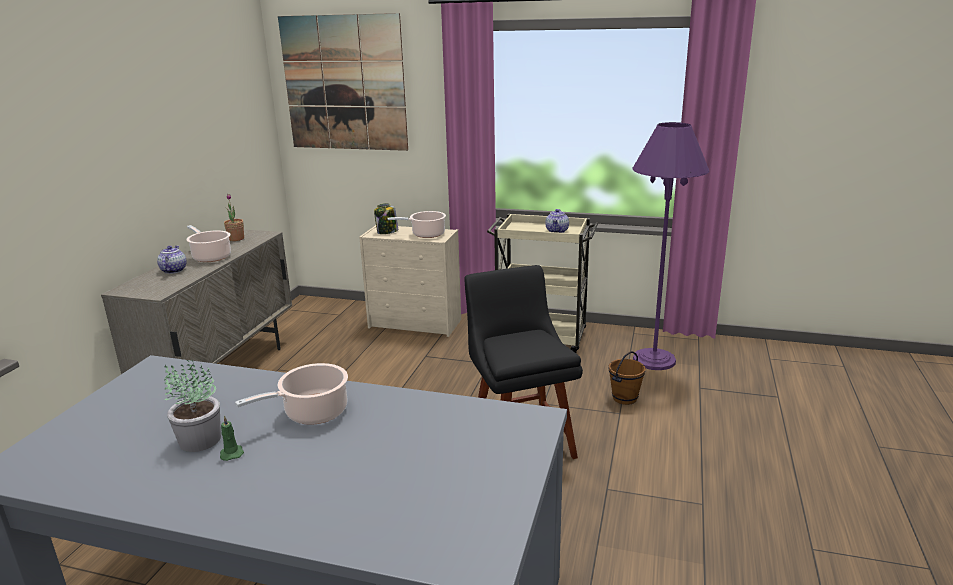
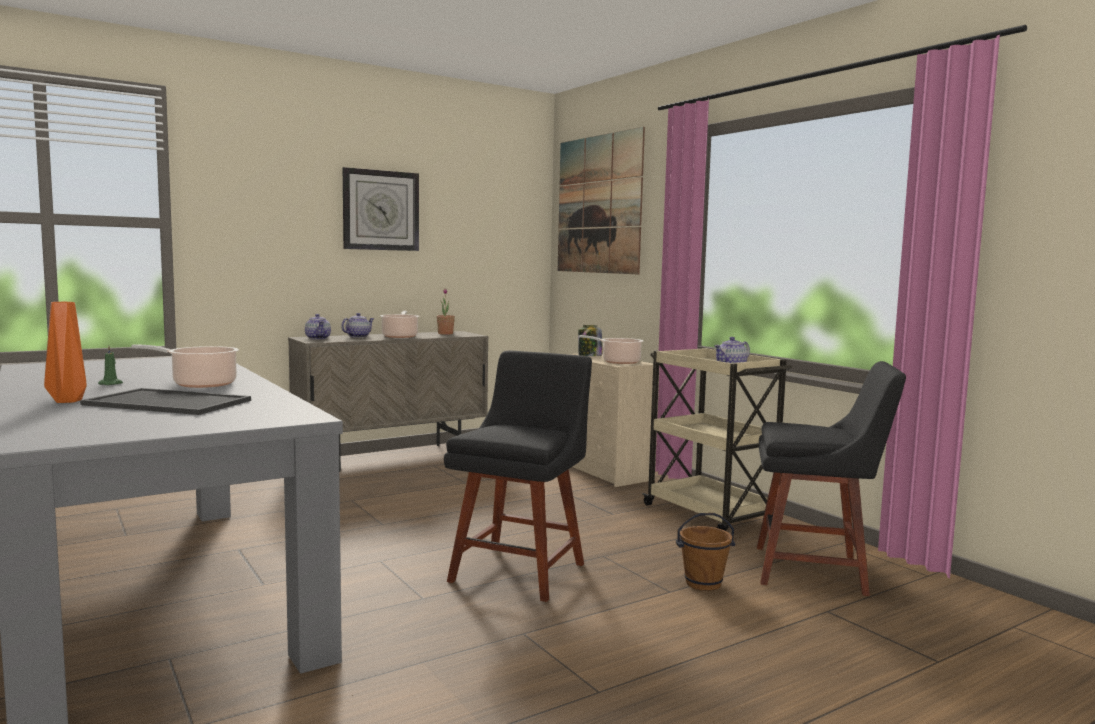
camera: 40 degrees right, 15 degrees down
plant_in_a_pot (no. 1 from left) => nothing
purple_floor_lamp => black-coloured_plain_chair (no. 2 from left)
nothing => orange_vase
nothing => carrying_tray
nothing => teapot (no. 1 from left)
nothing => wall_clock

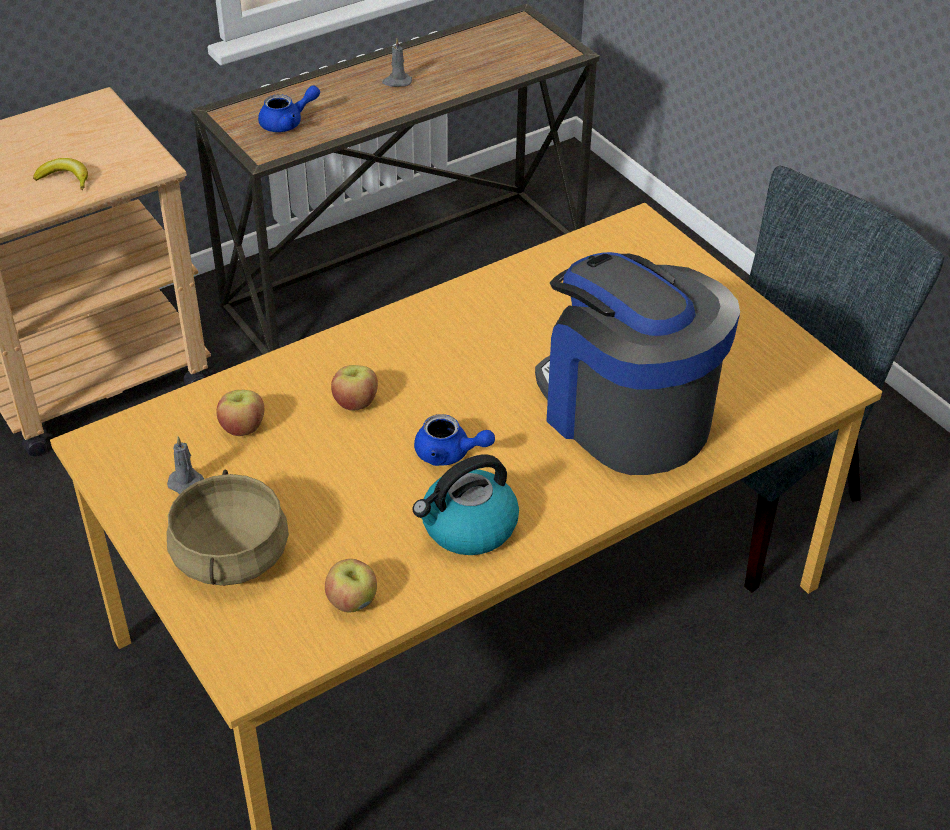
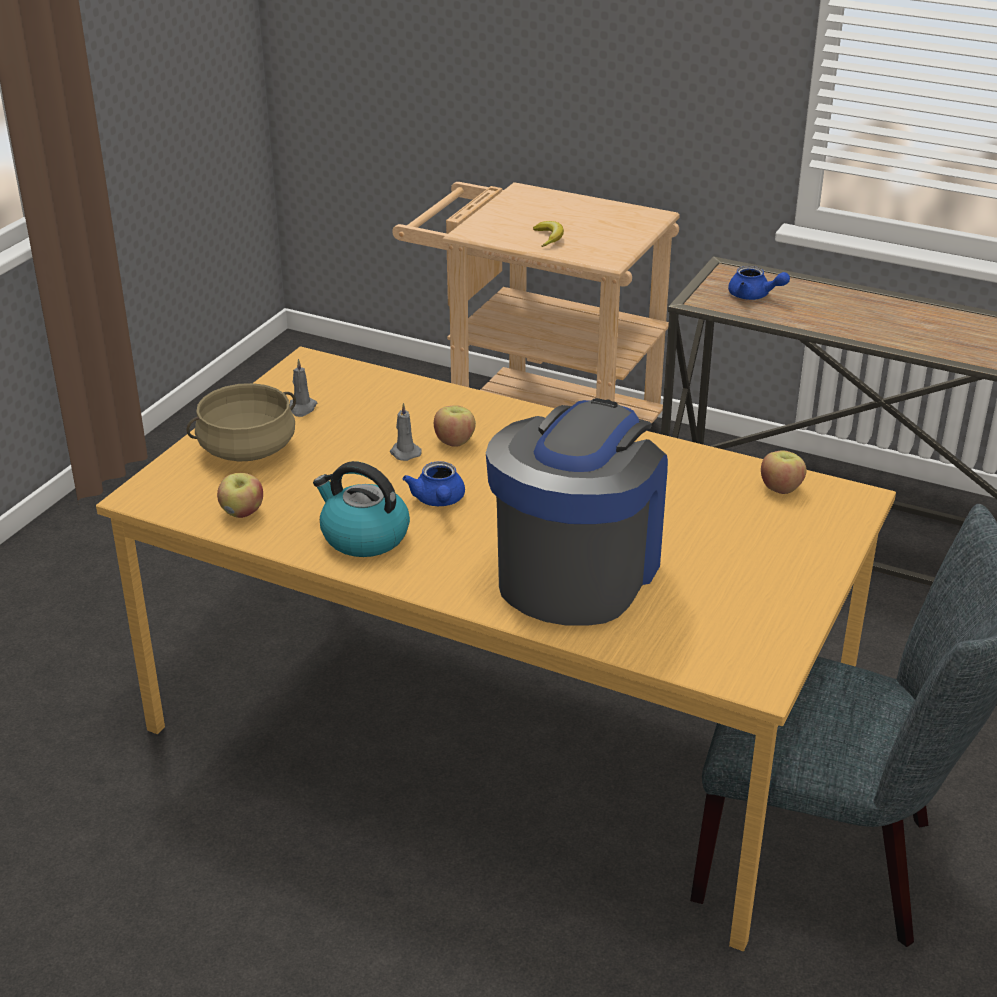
camera: 60 degrees right, 10 degrees down
whole_apple (no. 1 from left in the first image) => whole_apple (no. 3 from left), shifted
greyish_candle (no. 2 from left), shifted

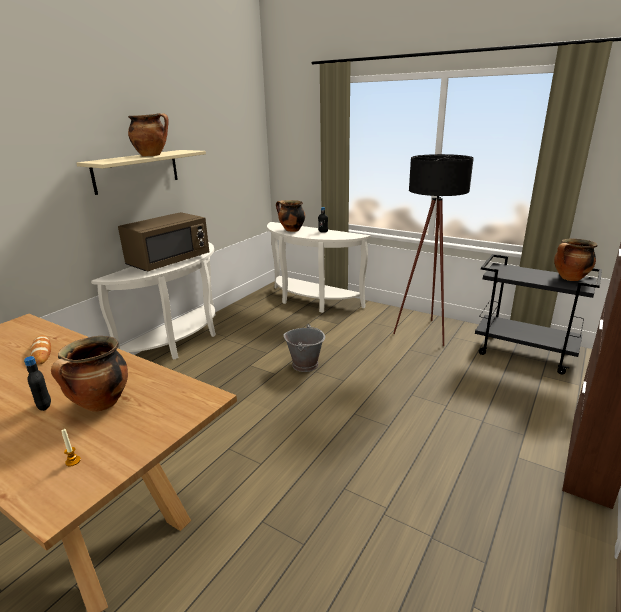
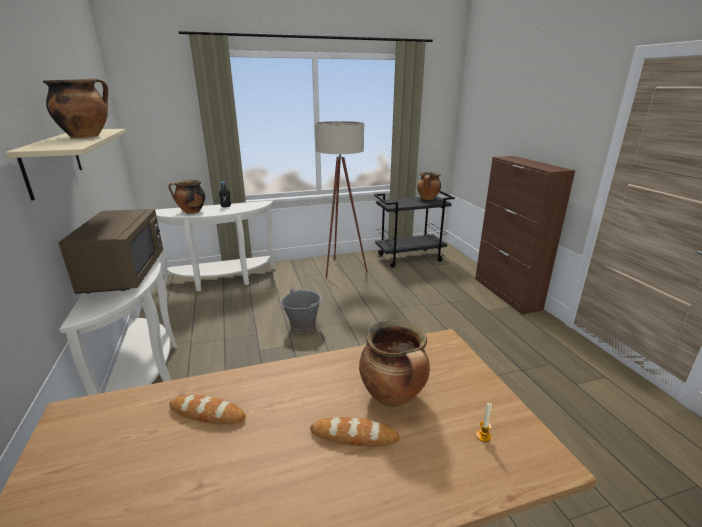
camera: 50 degrees left, 0 degrees up
black-coloured_drink_bottle (no. 1 from left) => bread (no. 2 from left)
black-coloured_floor_lamp => beige_floor_lamp

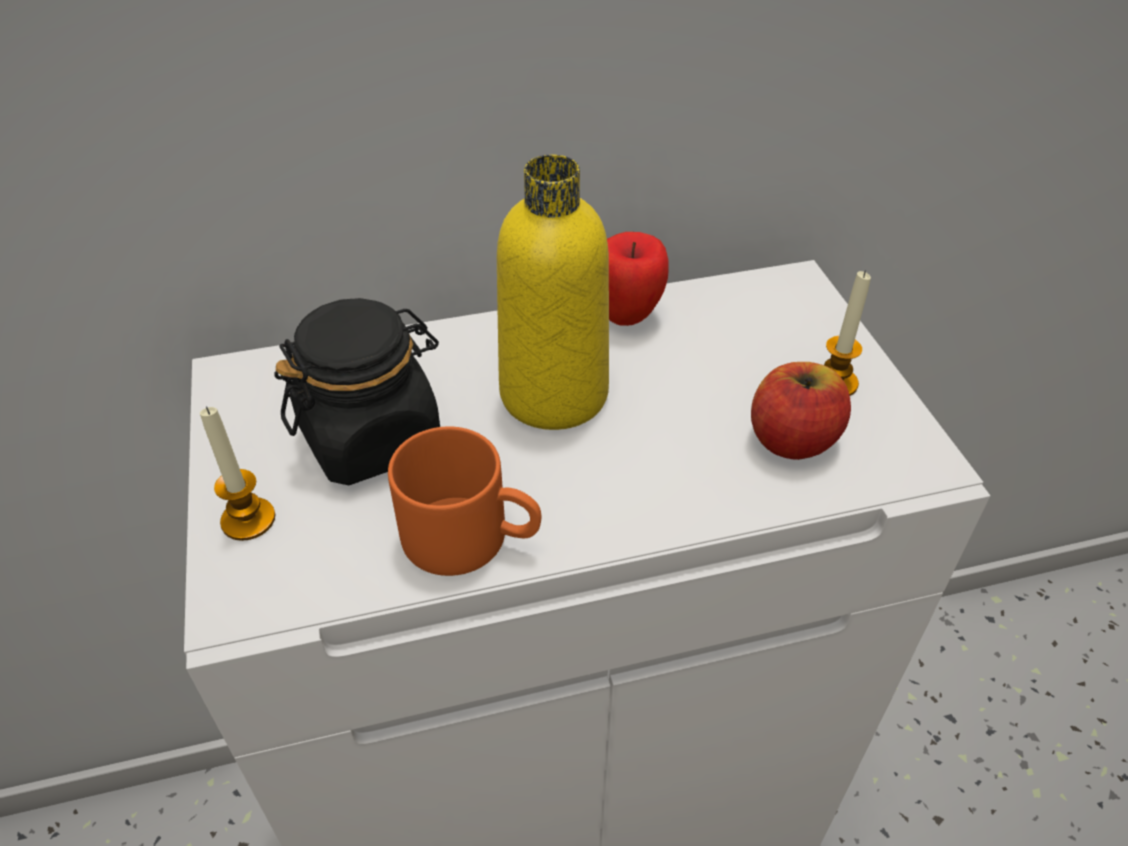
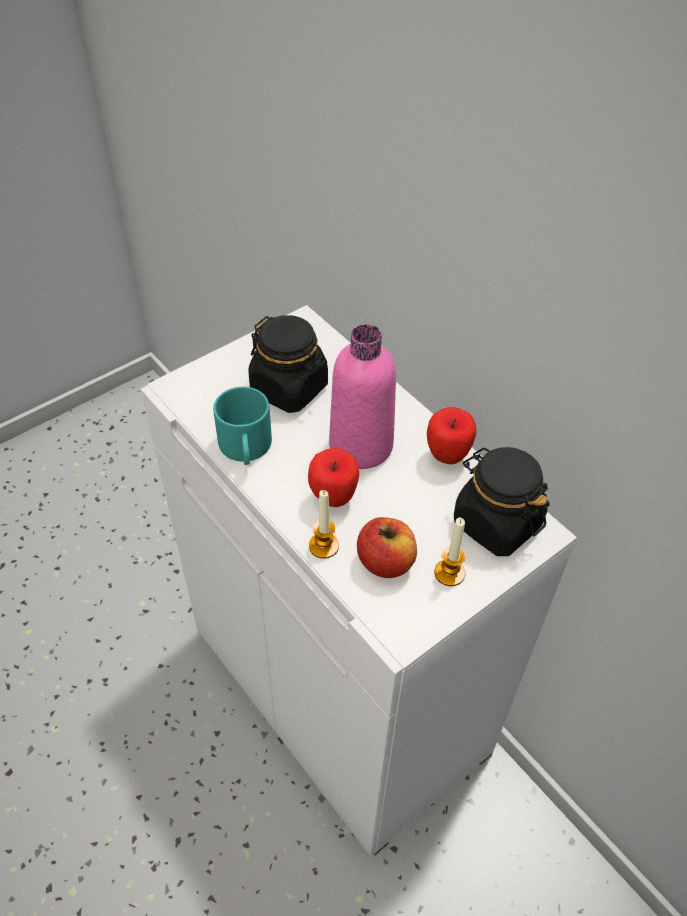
camera: 65 degrees right, 5 degrees up
candle (no. 1 from left), shifted
orange_mug => turquoise-coloured_mug
yellow_drink_bottle => pinkish_drink_bottle
nothing => whole_apple (no. 1 from left)
nothing => black-coloured_storage_jar (no. 2 from left)

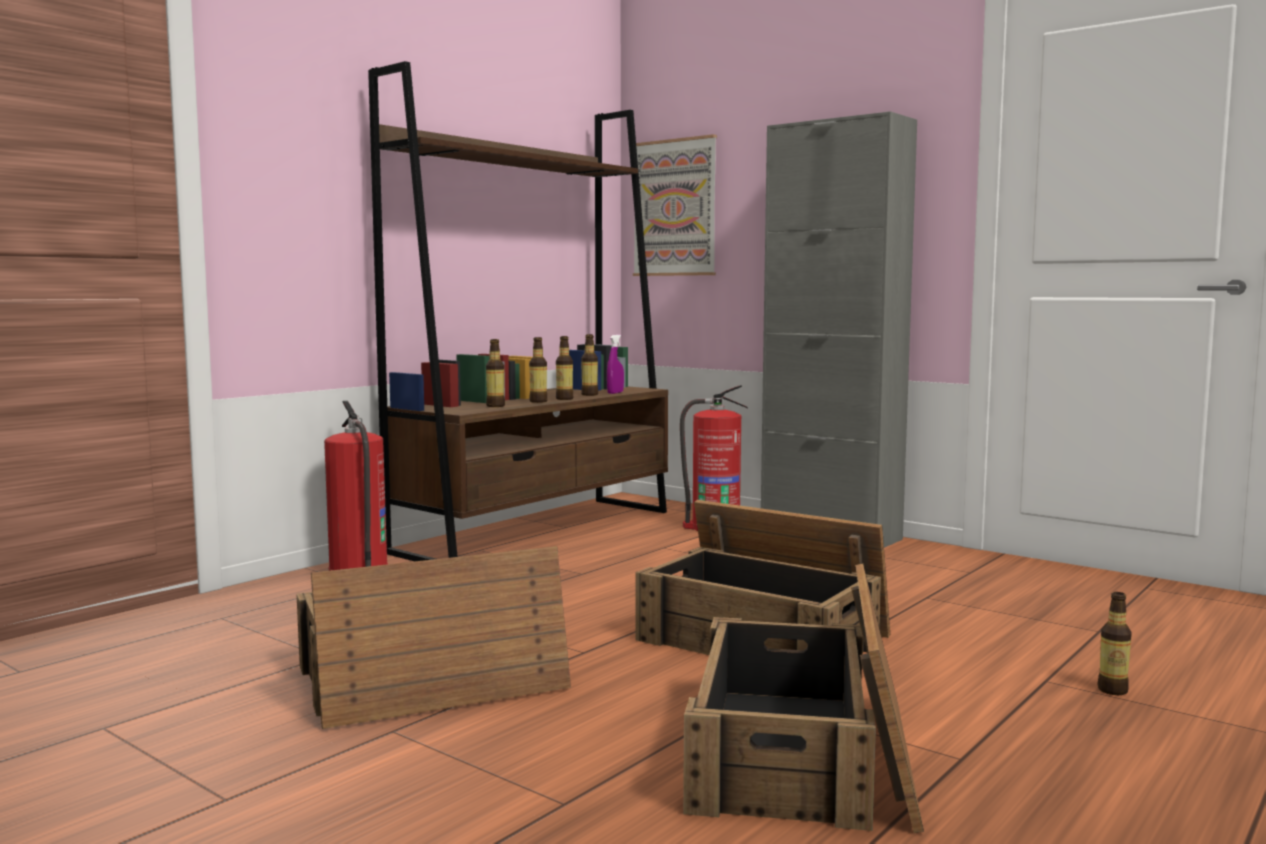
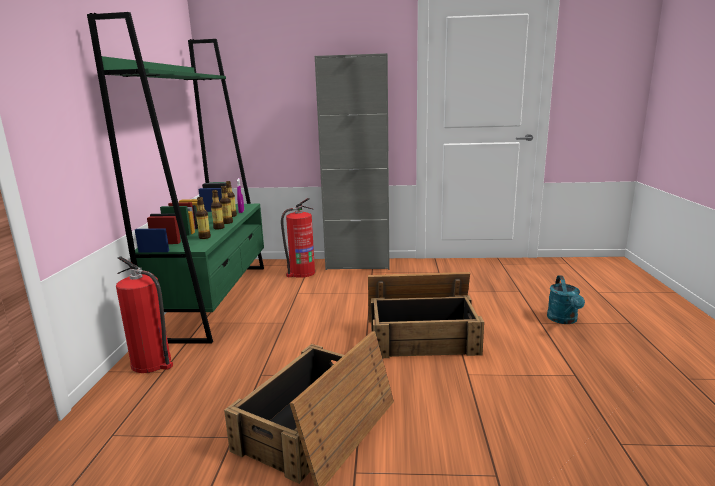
camera: 35 degrees left, 10 degrees up
brownish_bookcase => greenish_bookcase
wall_art => nothing
packing_crate (no. 3 from left) => nothing
drink_bottle (no. 5 from left) => turquoise-coloured_watering_pot

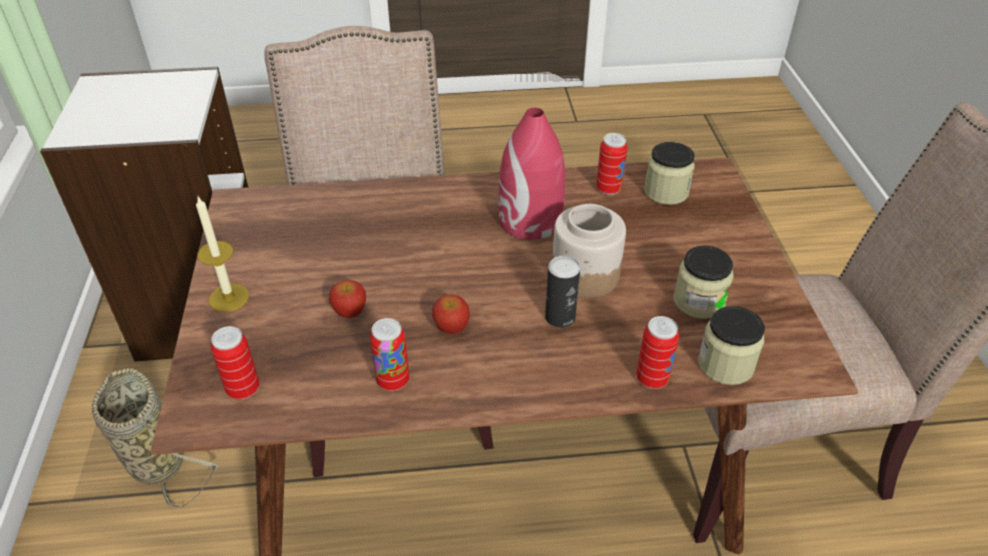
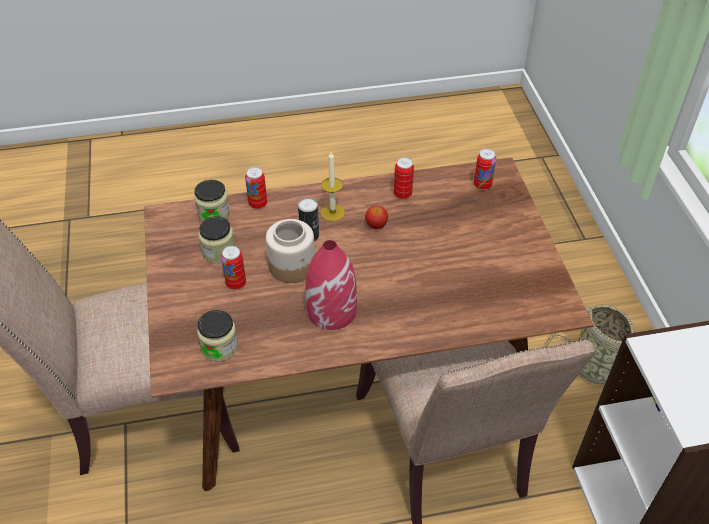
camera: 175 degrees right, 5 degrees up
candle, shifted
whole_apple (no. 1 from left) => nothing
can (no. 4 from left in the first image) => can (no. 1 from left), shifted

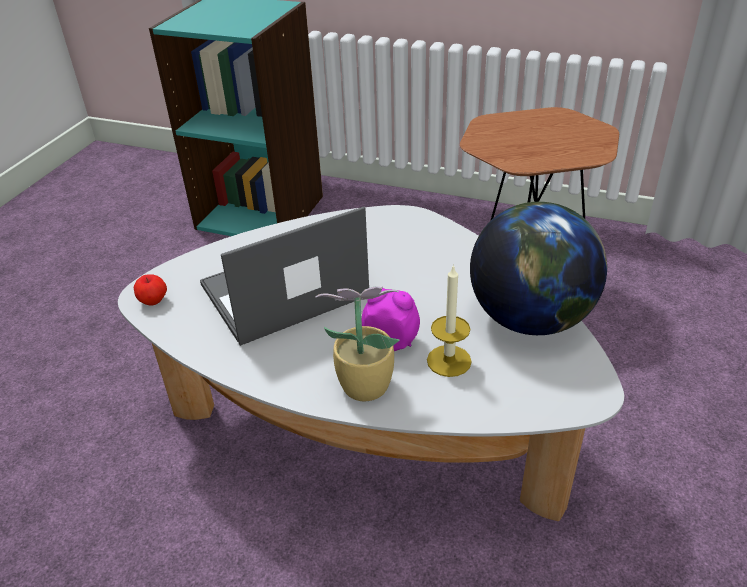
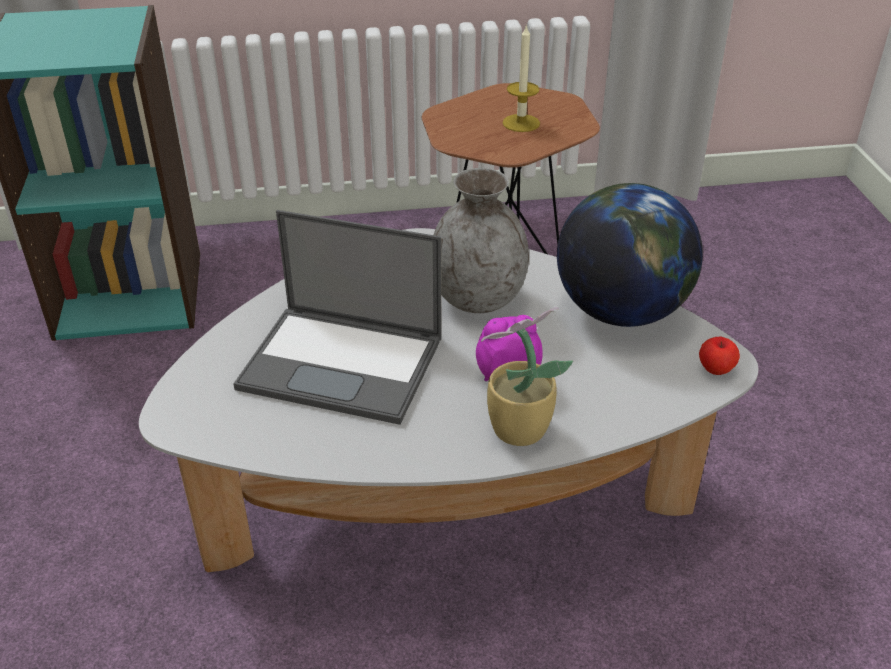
camera: 30 degrees left, 0 degrees up
whole_apple, shifted
notebook_computer, 105 degrees counterclockwise
candle, shifted
nothing => greyish_vase

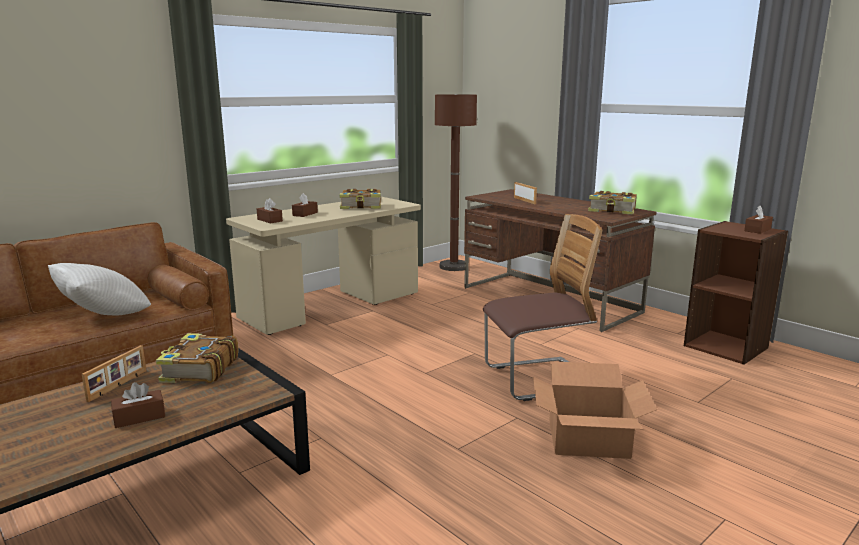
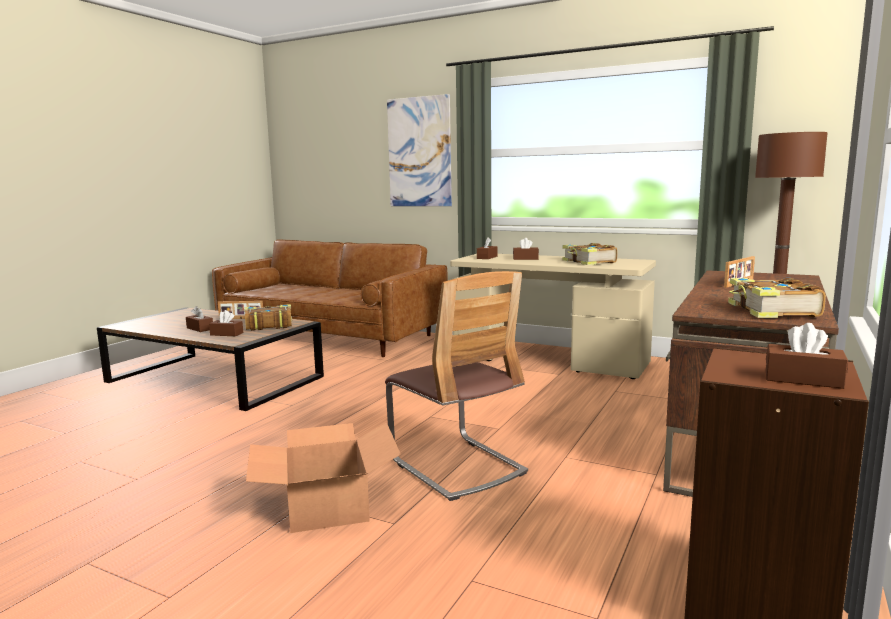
camera: 70 degrees right, 5 degrees down
white-coloured_throw_pillow => nothing
nothing => brownish_tissue_box (no. 2 from left)
nothing => wall_art

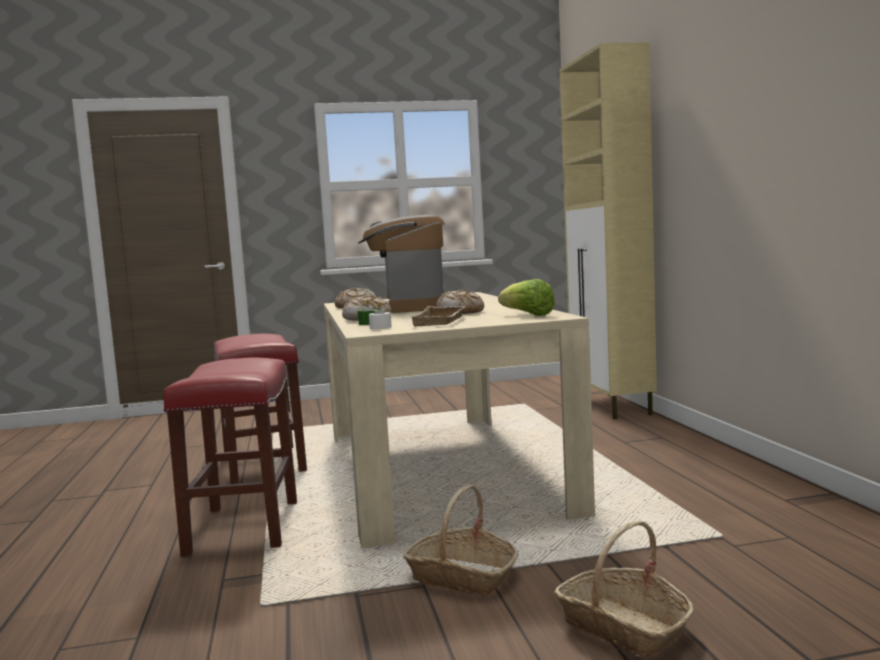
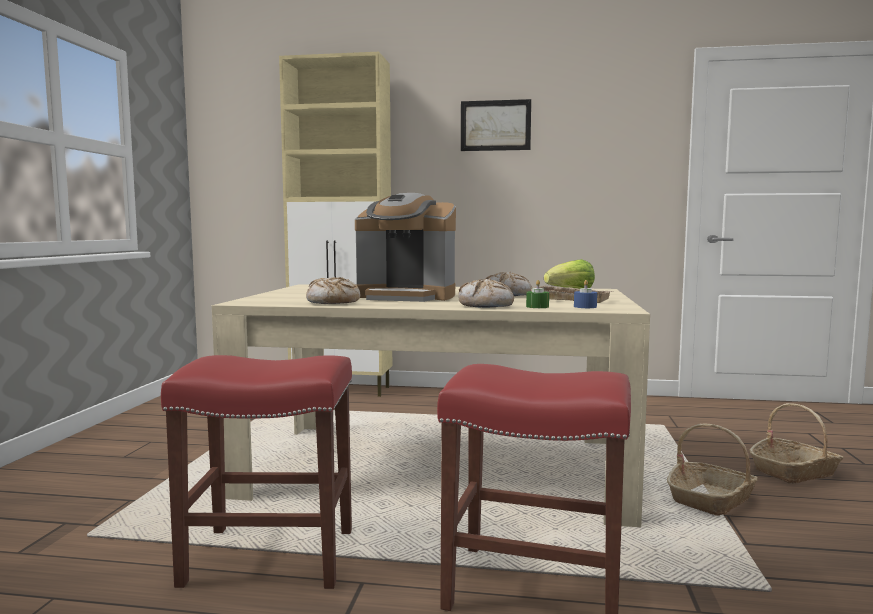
camera: 70 degrees left, 0 degrees up
white-coloured_candle => blue_candle
nothing => wall_art

